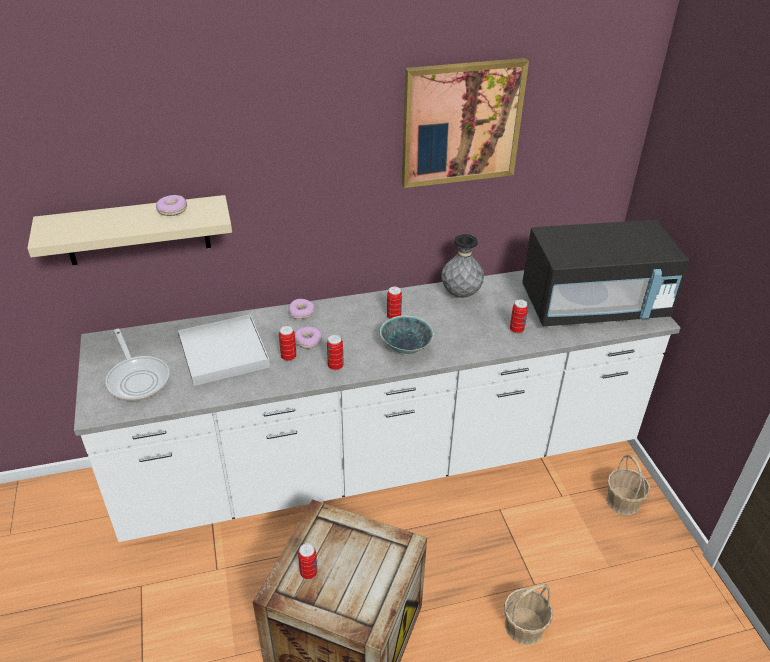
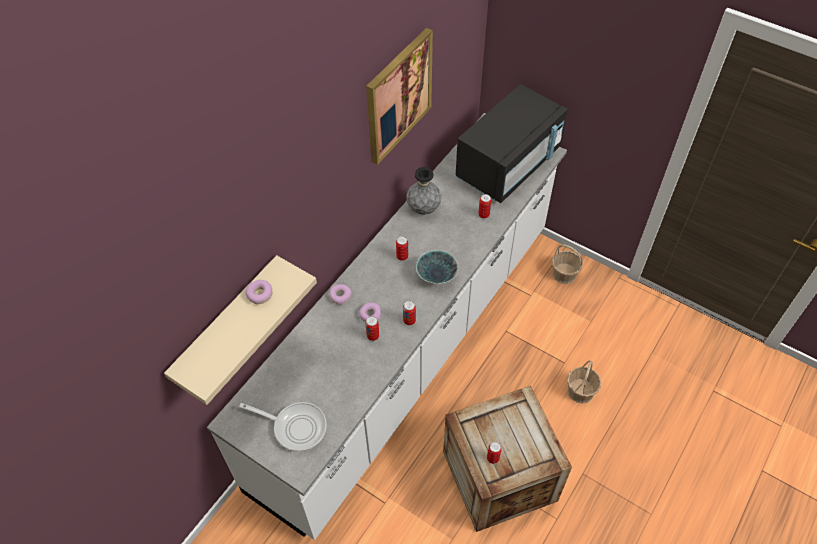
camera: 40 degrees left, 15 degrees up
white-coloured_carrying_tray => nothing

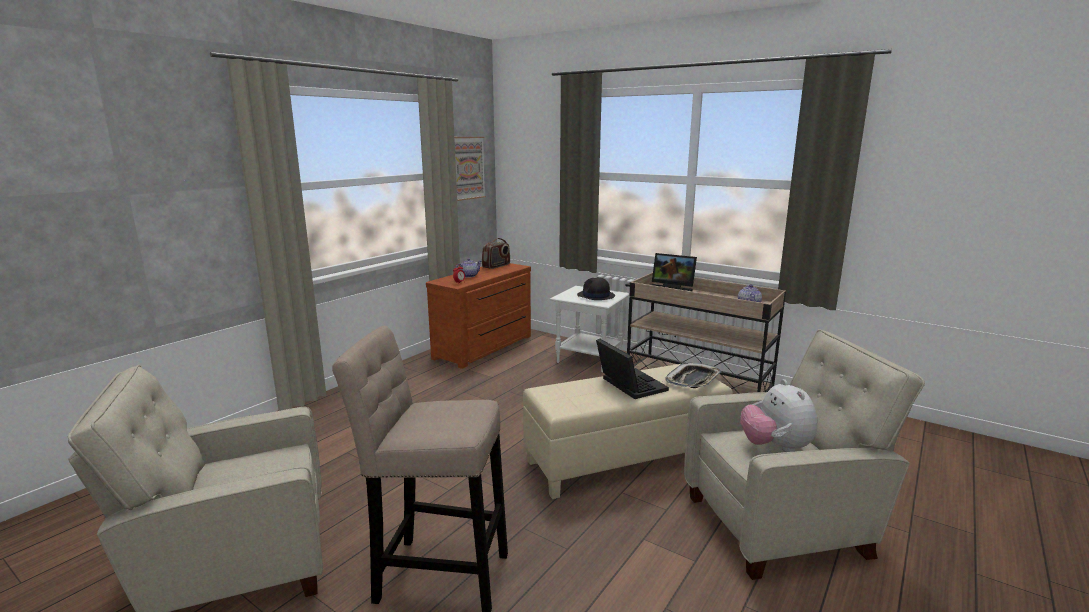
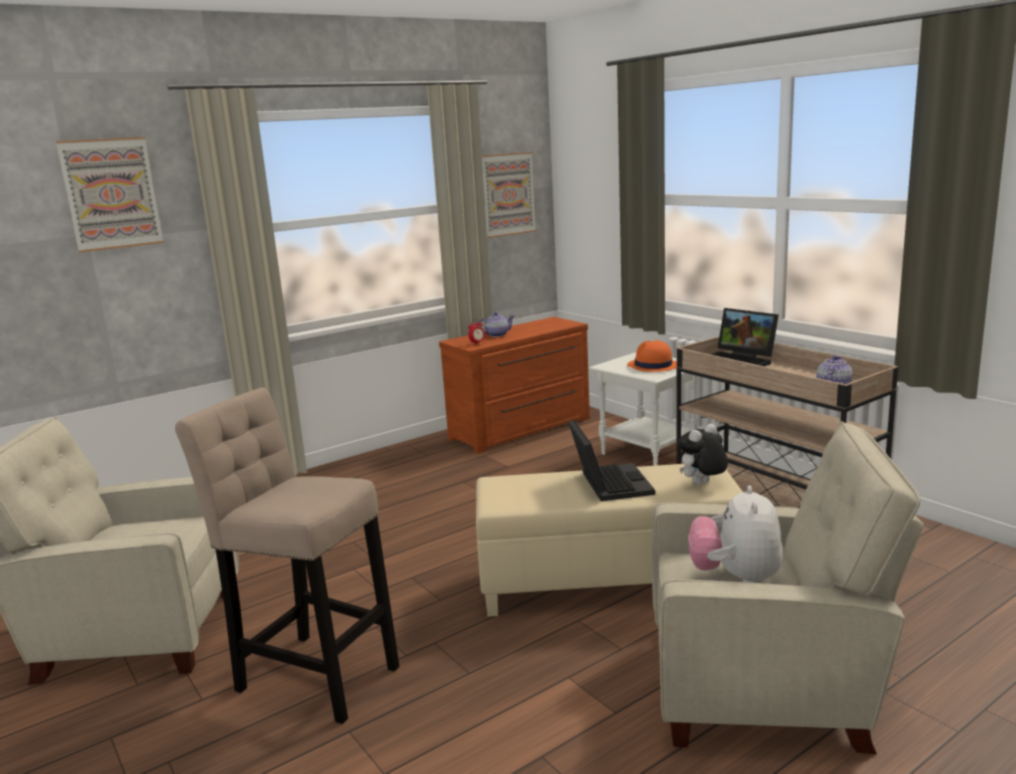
camera: 20 degrees right, 0 degrees up
radio => nothing
black-coloured_wearable_hat => orange_wearable_hat
carrying_tray => soft_toy (no. 1 from left)
nothing => wall_art (no. 1 from left)

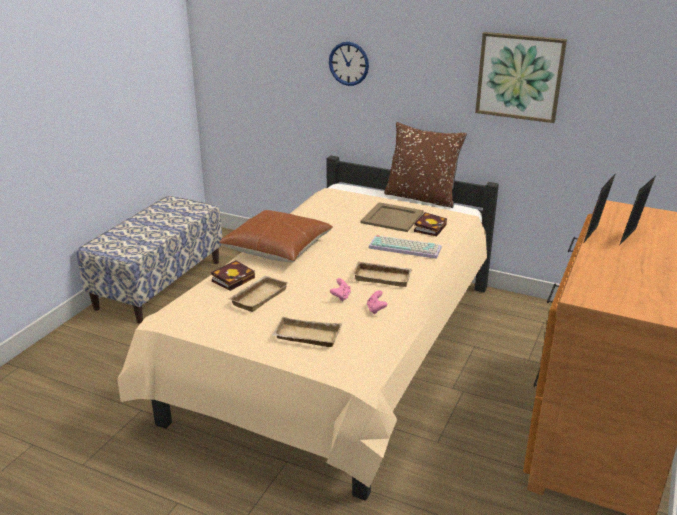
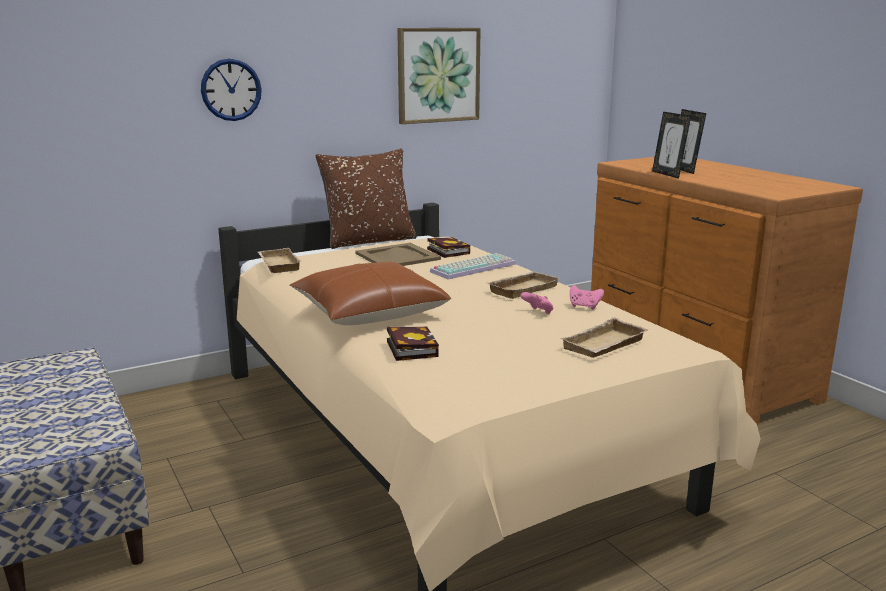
camera: 55 degrees left, 10 degrees down
beige_carrying_tray (no. 1 from left), shifted

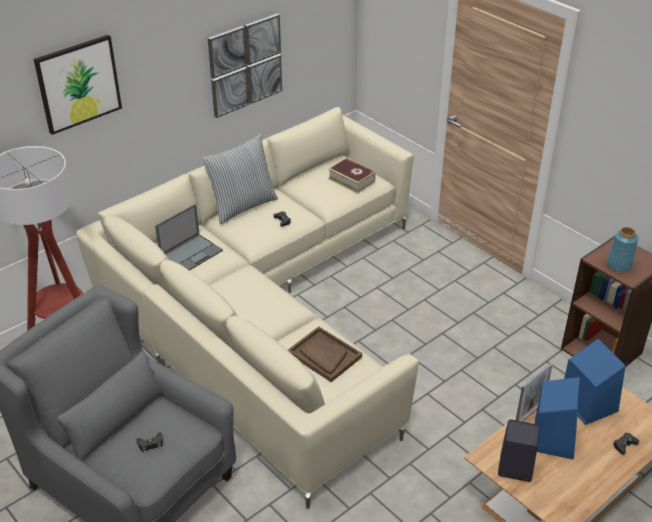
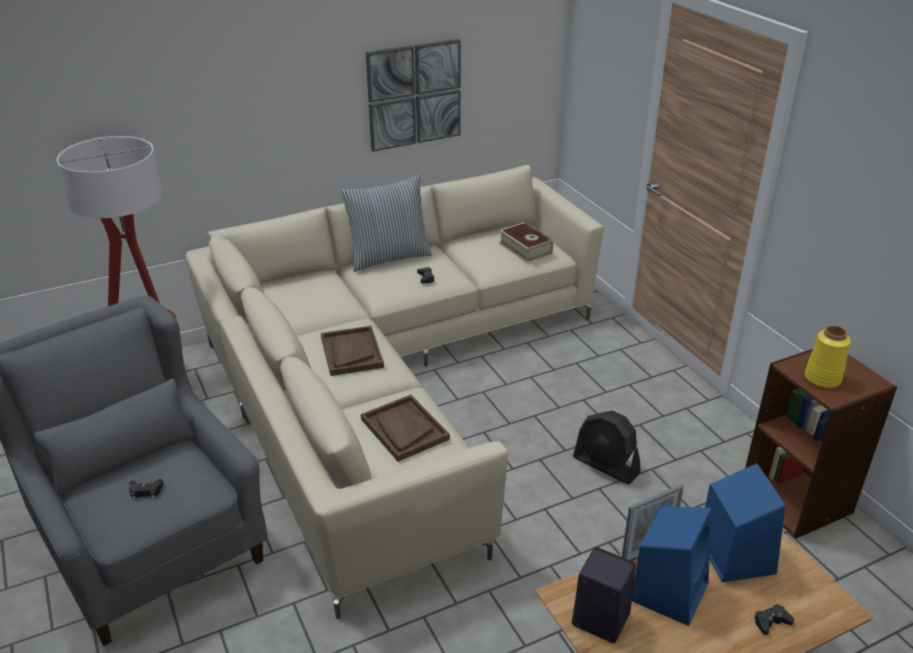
camera: 15 degrees right, 5 degrees down
wall_art (no. 1 from left) => nothing
notebook_computer => nothing
blue_vase => yellow_vase
nothing => brownish_carrying_tray (no. 1 from left)
nothing => black-coloured_fan

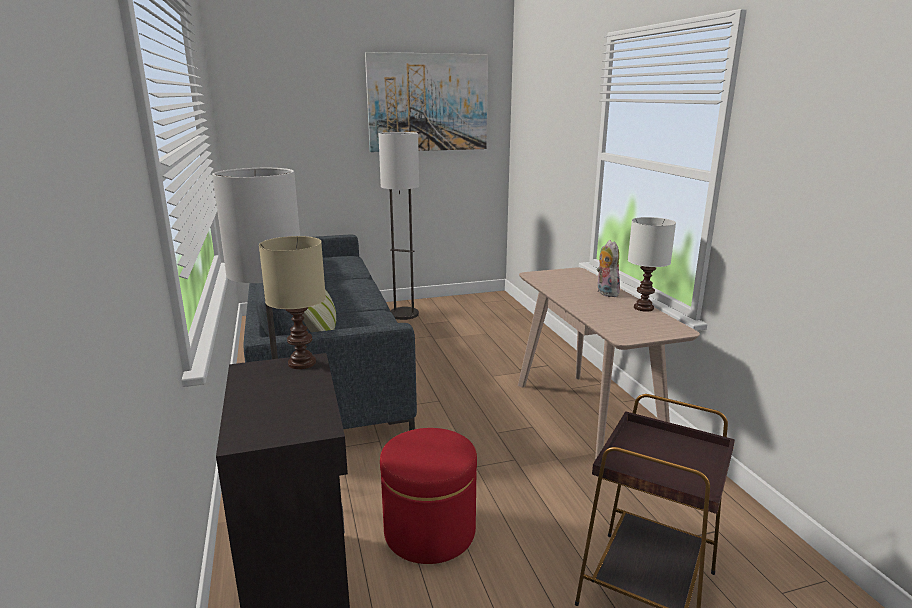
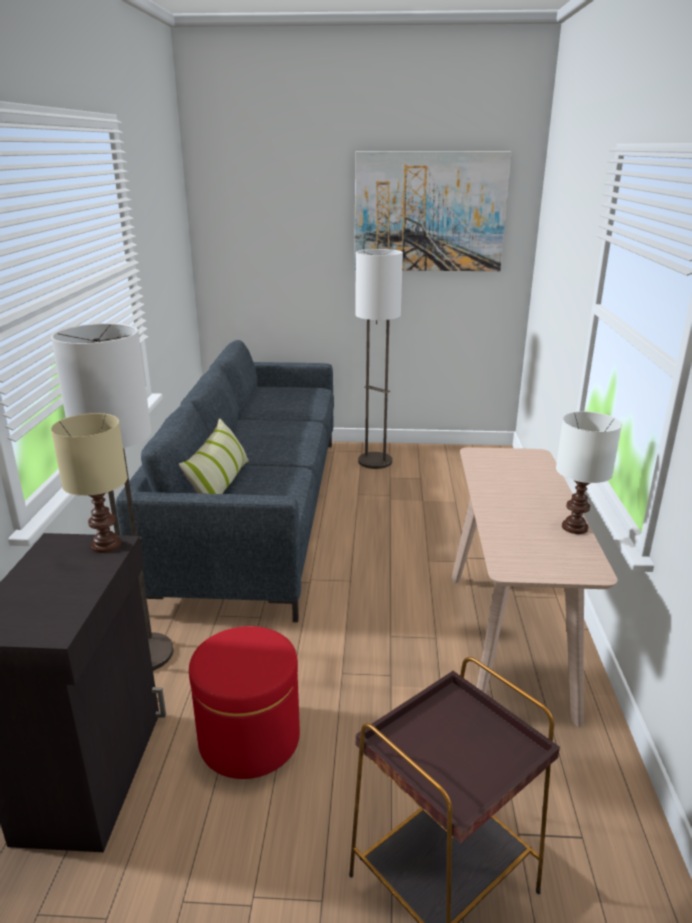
camera: 20 degrees right, 5 degrees up
soft_toy => nothing

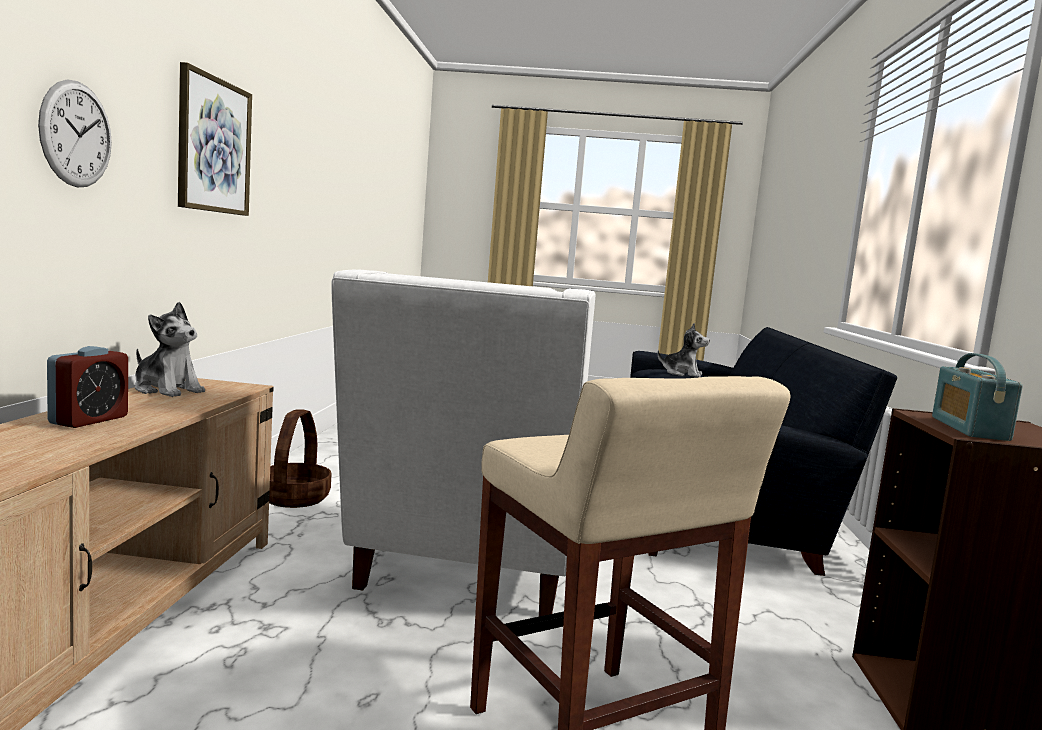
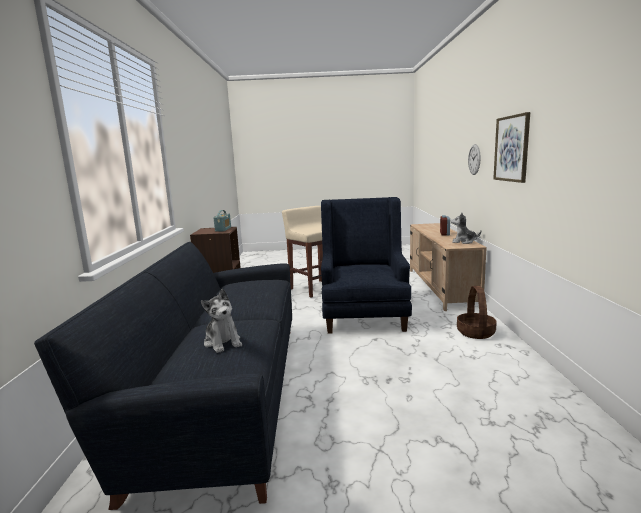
camera: 175 degrees right, 5 degrees up
white-coloured_armchair => blue_armchair
soft_toy (no. 2 from left in the first image) => soft_toy (no. 1 from left), 135 degrees counterclockwise

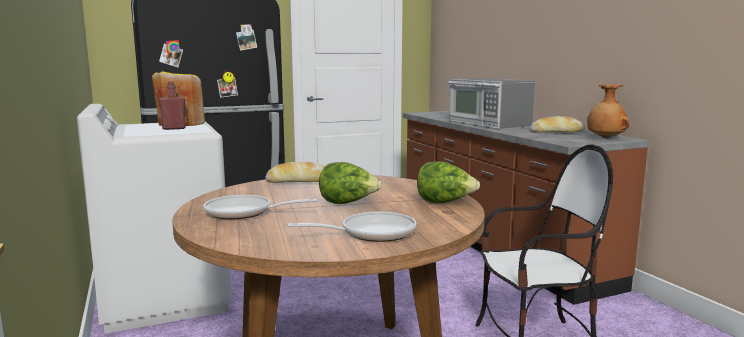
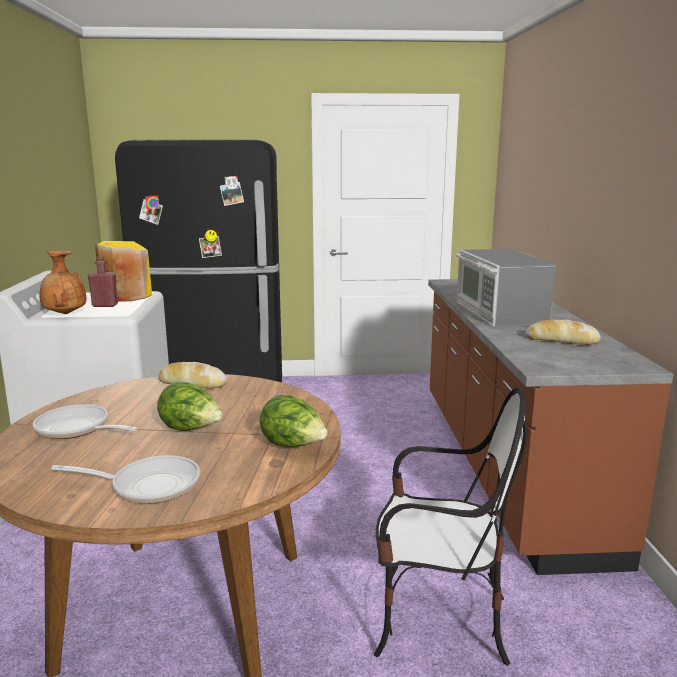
camera: 20 degrees right, 5 degrees up
brownish_vase, shifted

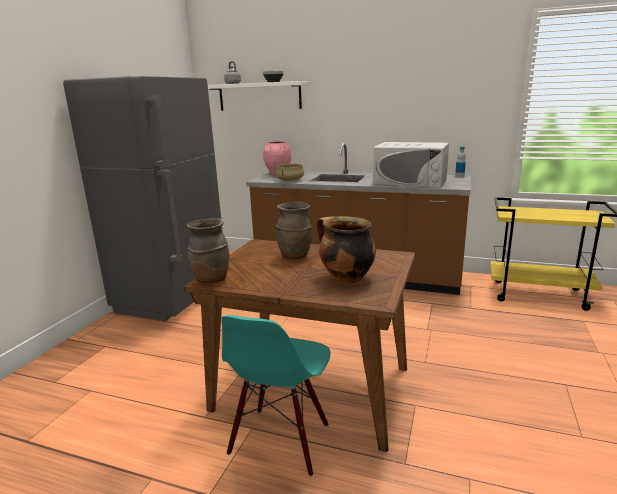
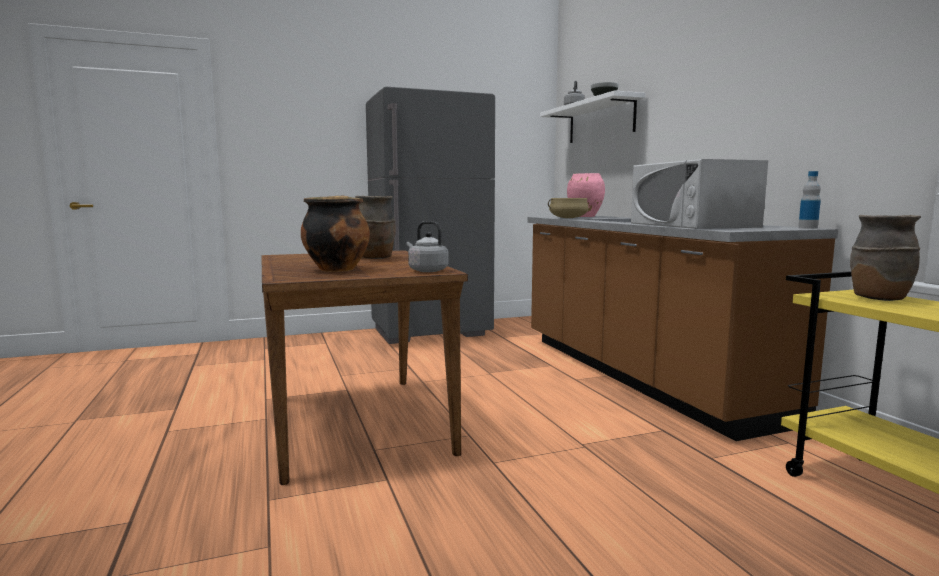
camera: 50 degrees right, 10 degrees down
brownish_vase (no. 1 from left in the first image) => brownish_vase (no. 2 from left), shifted
turquoise-coloured_plain_chair => nothing
nothing => greyish_tea_kettle (no. 1 from left)

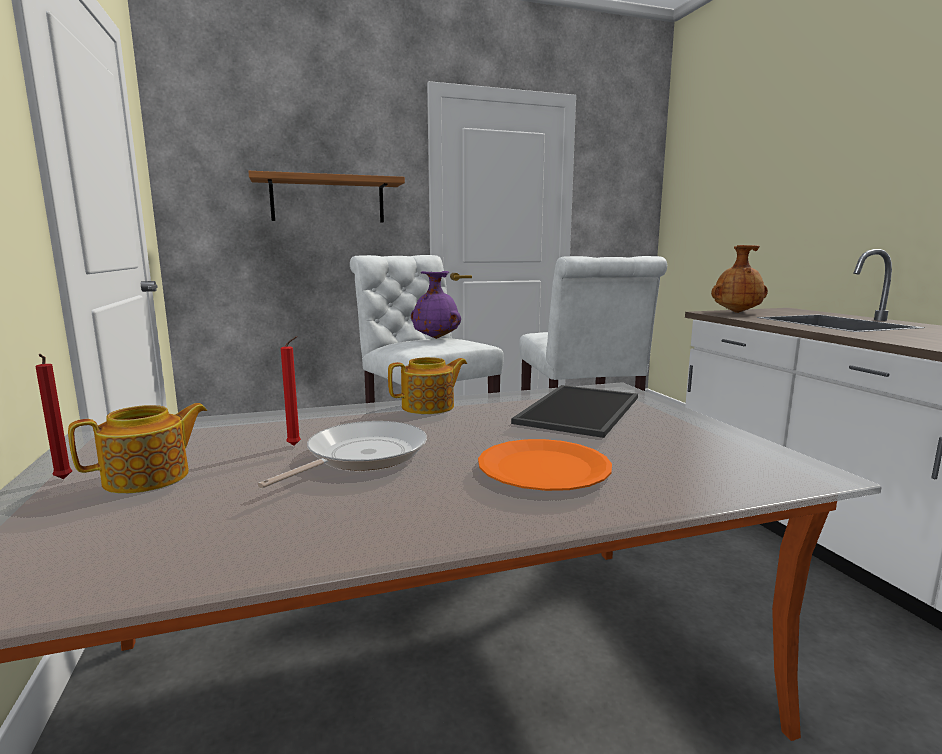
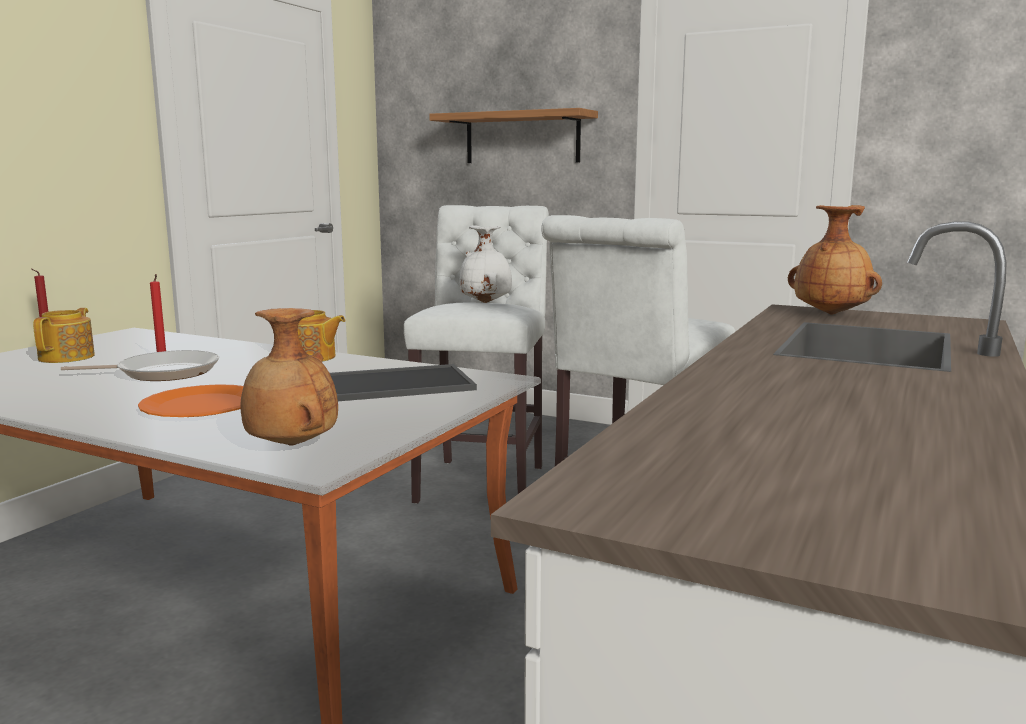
camera: 45 degrees right, 0 degrees up
teapot (no. 1 from left), 90 degrees counterclockwise
purple_vase => white-coloured_vase
nothing => brownish_vase (no. 1 from left)

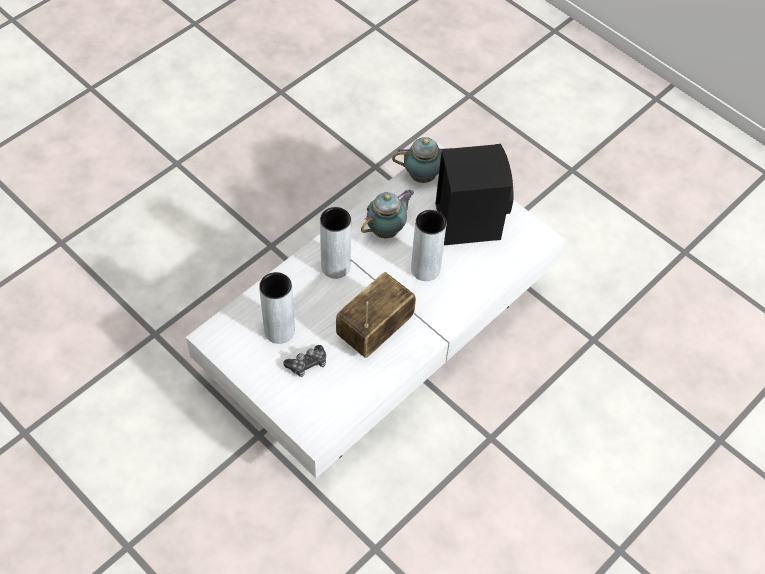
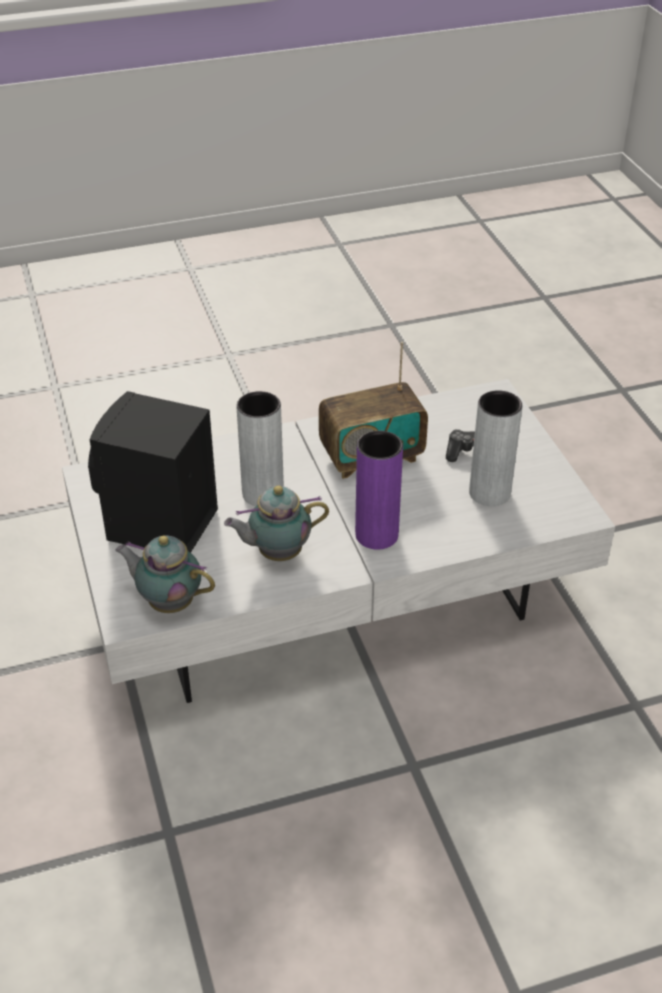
camera: 150 degrees left, 15 degrees down
greyish_vase (no. 2 from left) => purple_vase

